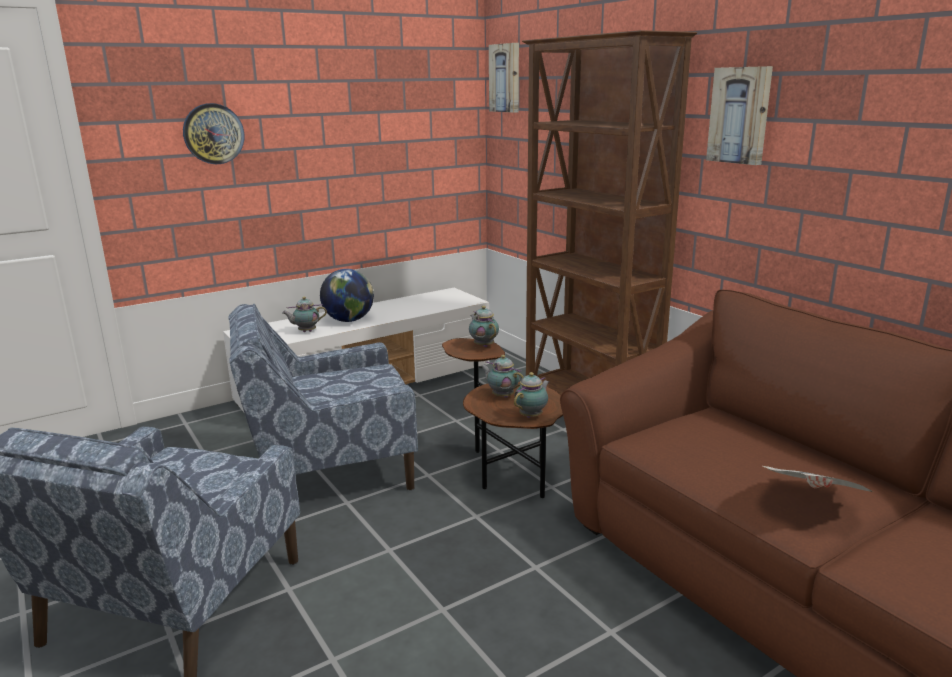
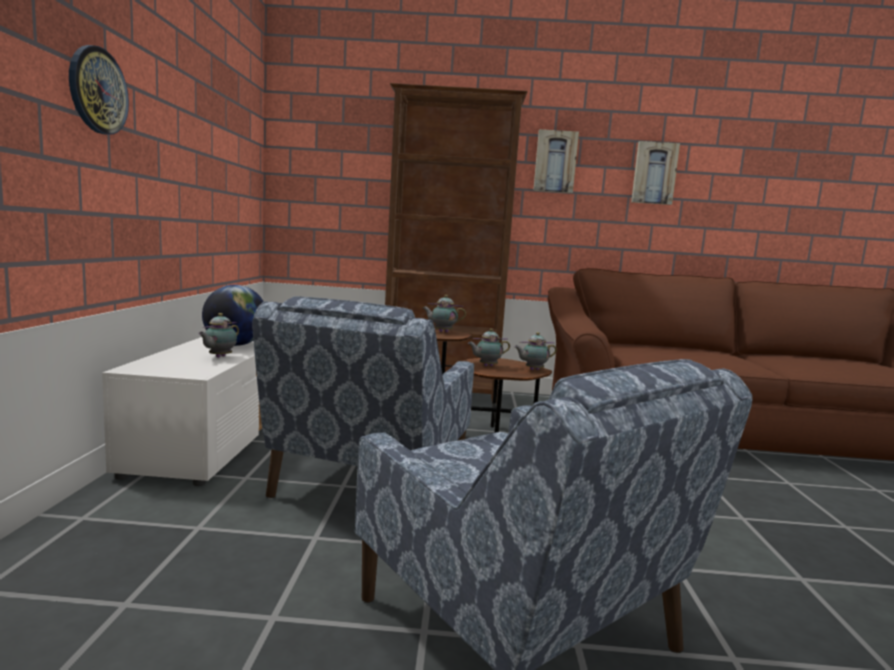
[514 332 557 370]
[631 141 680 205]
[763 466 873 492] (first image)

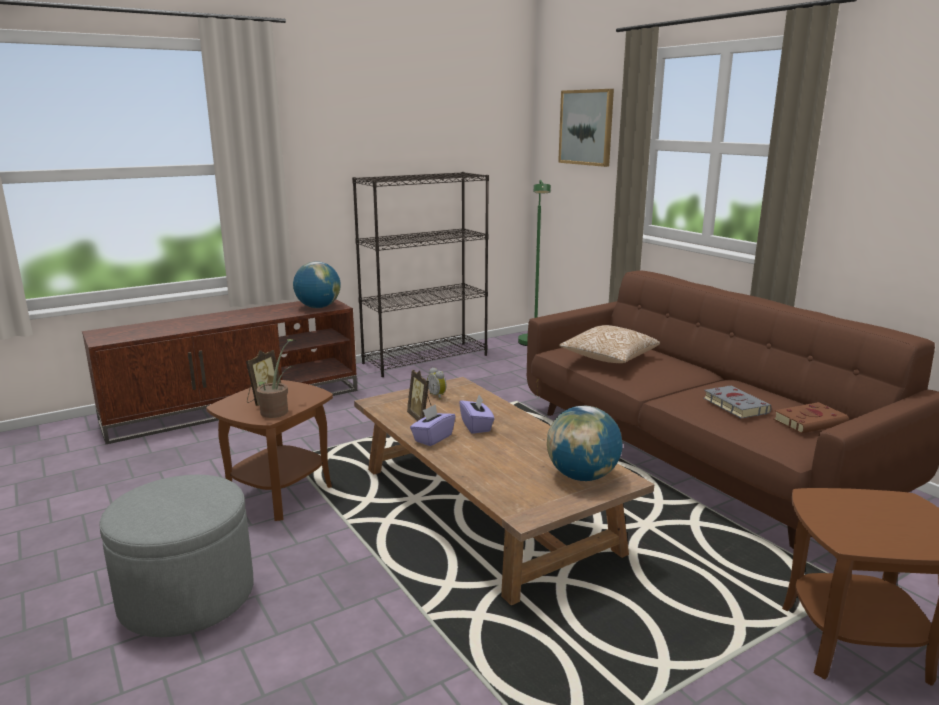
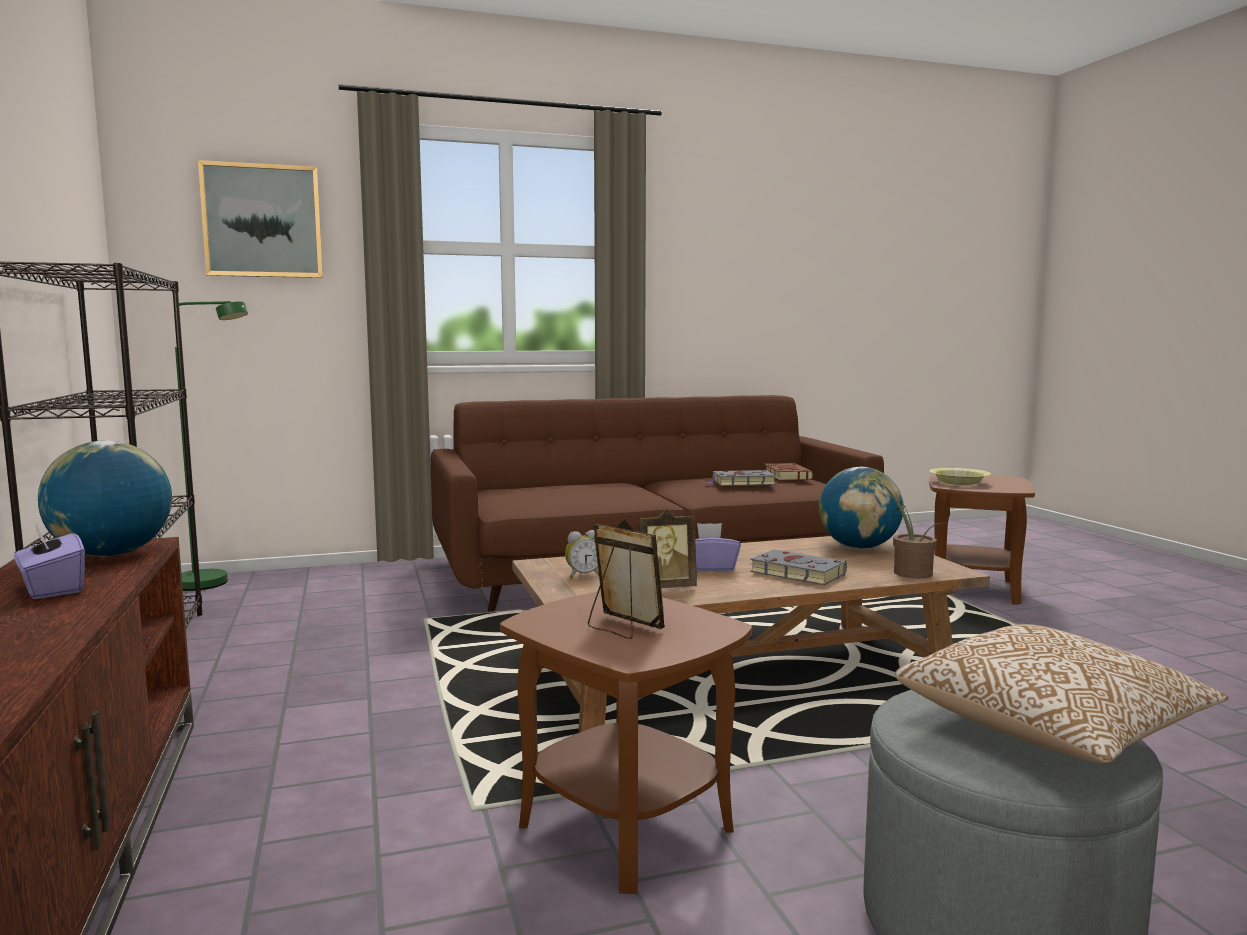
[14 523 85 599]
[749 549 847 585]
[862 478 948 579]
[895 624 1229 763]
[929 468 991 485]

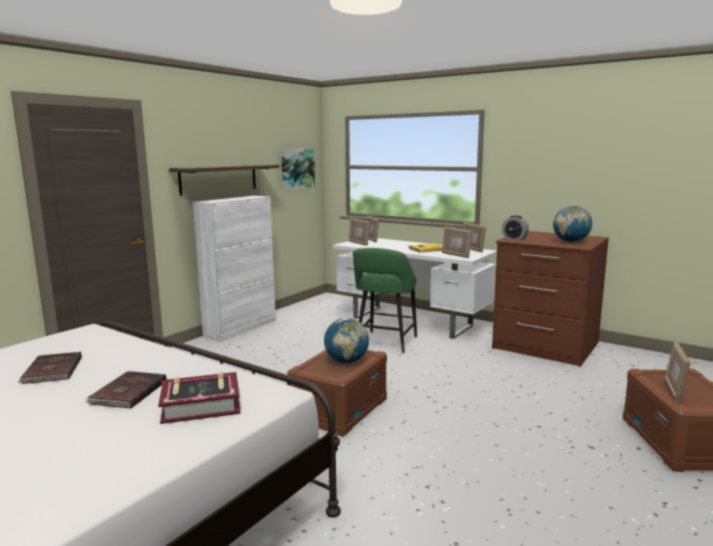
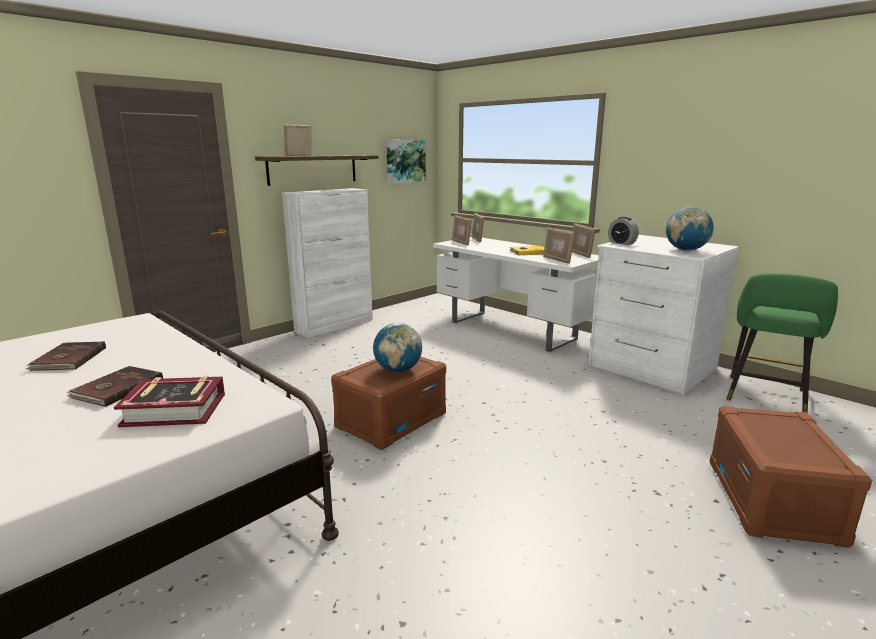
[284 124 311 156]
[588 235 739 395]
[726 273 838 413]

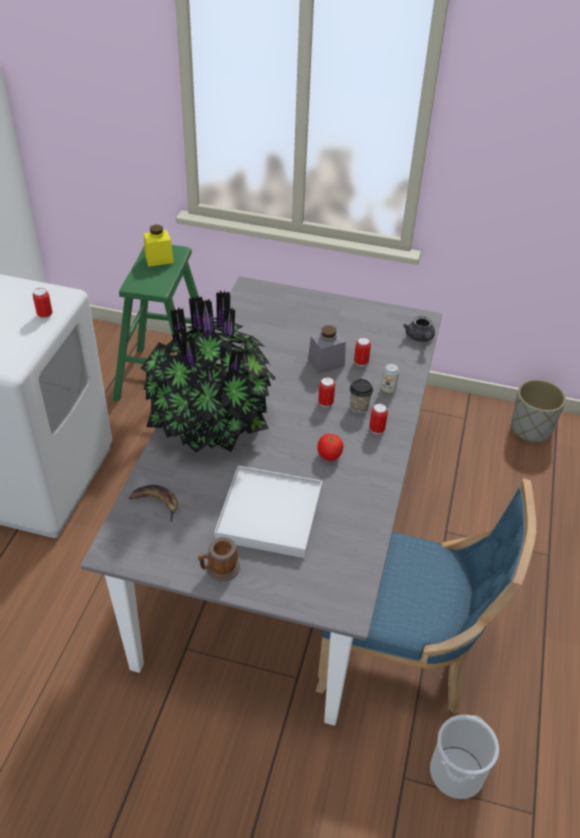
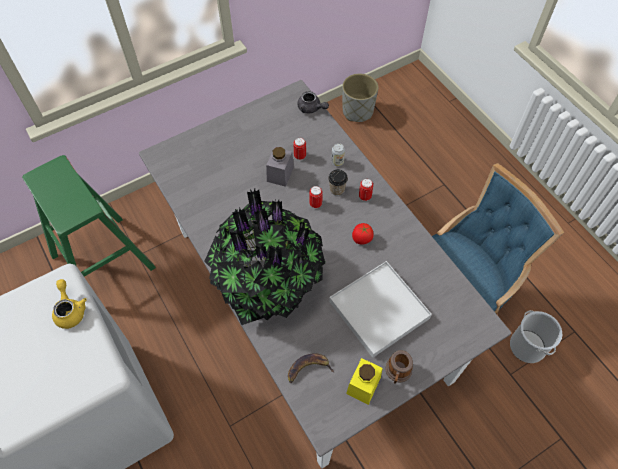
[52 279 87 329]
[346 358 383 405]

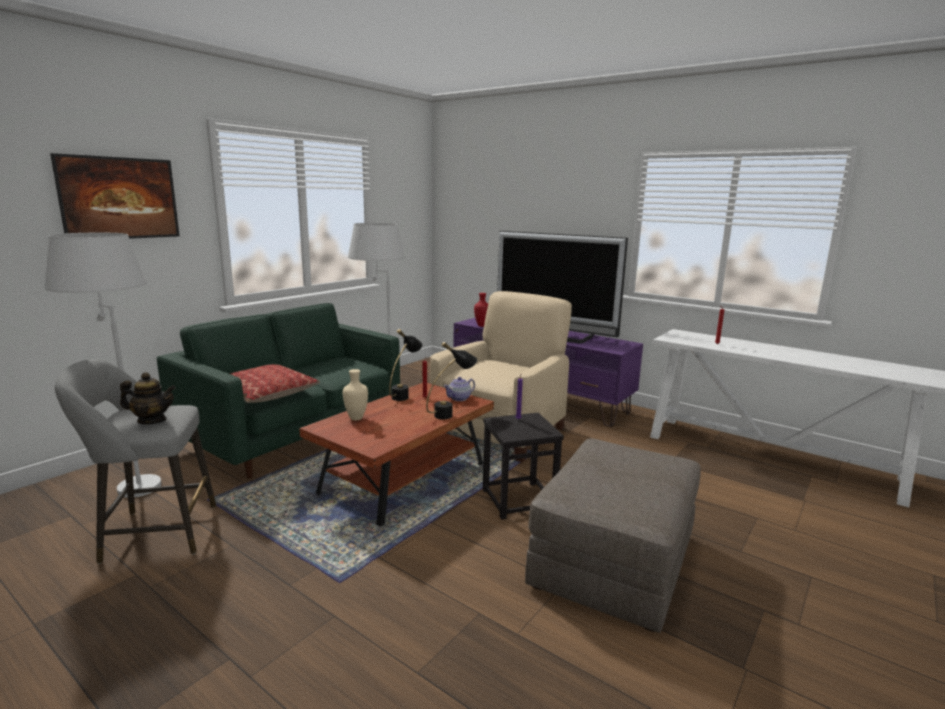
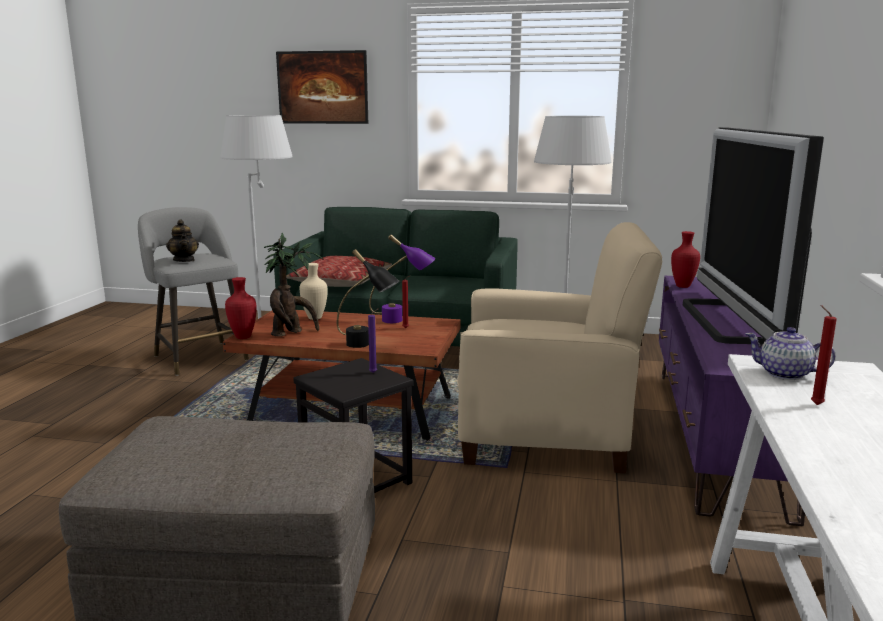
[225 277 257 339]
[264 232 324 336]
[369 234 435 323]
[745 327 835 380]

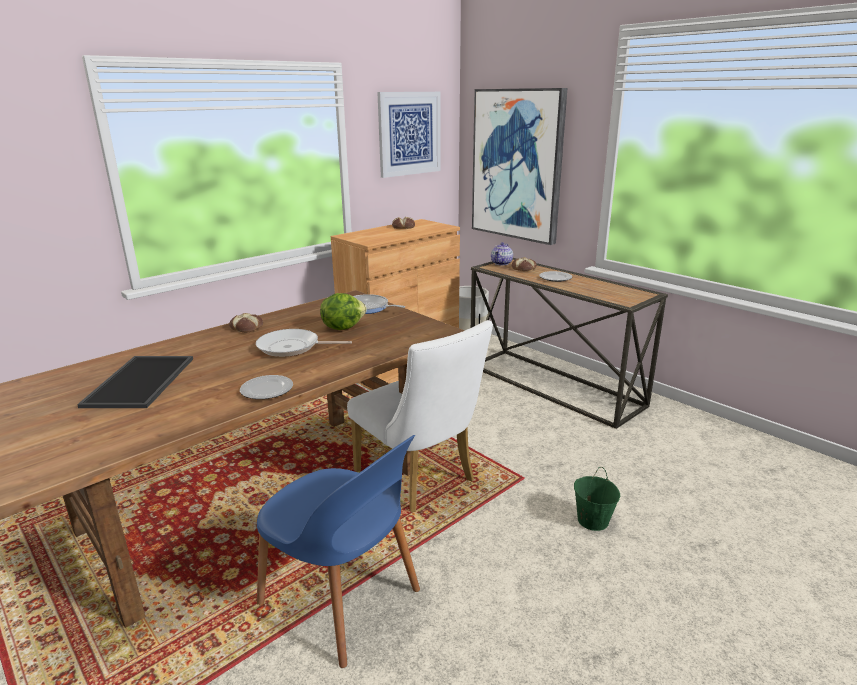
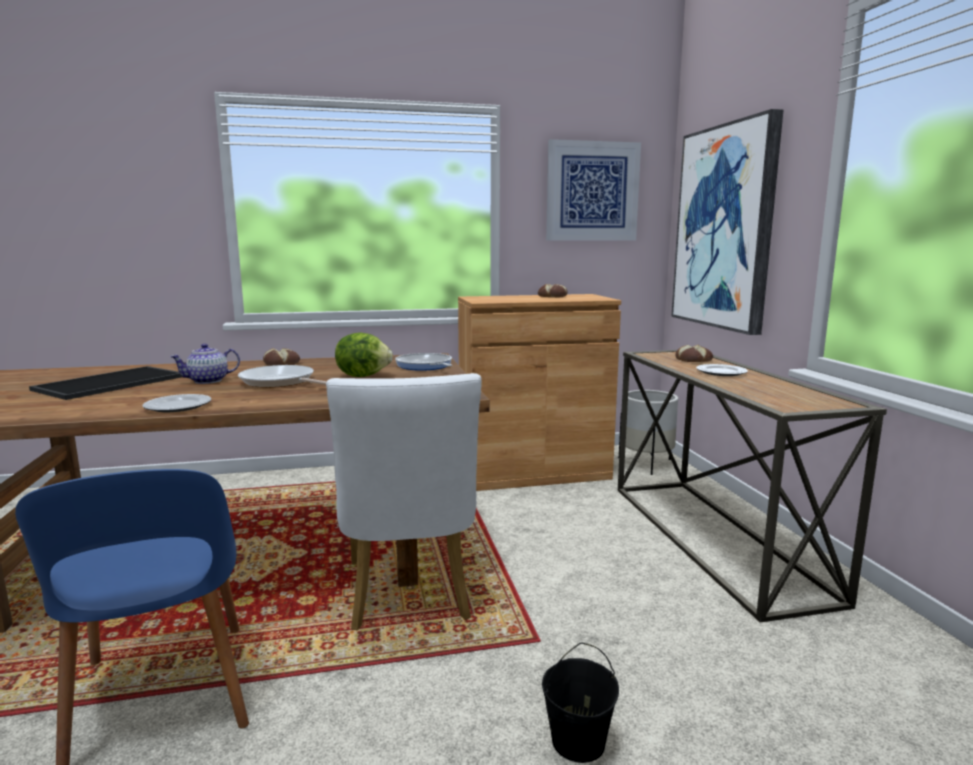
[170 344 240 384]
[542 642 619 763]

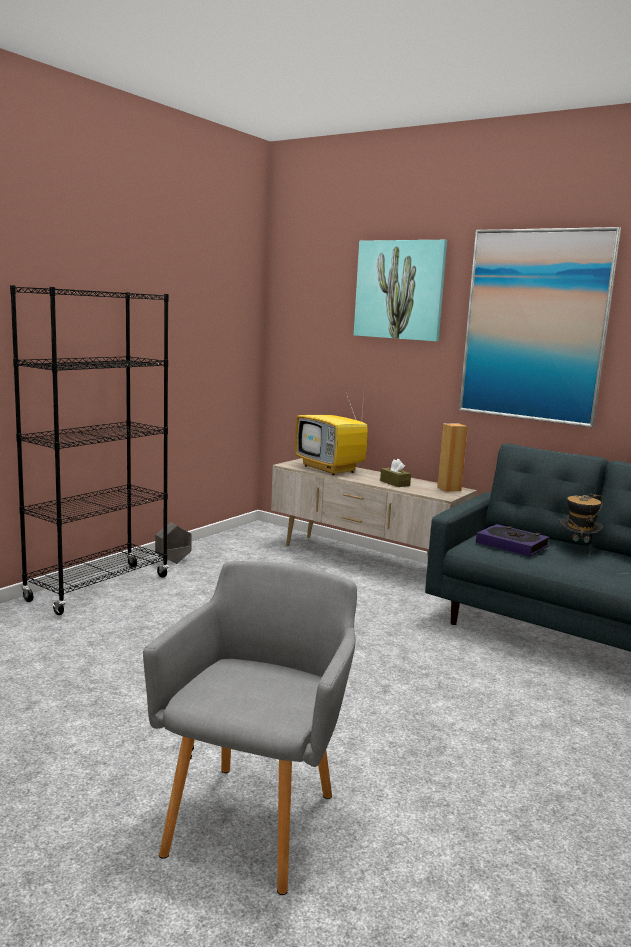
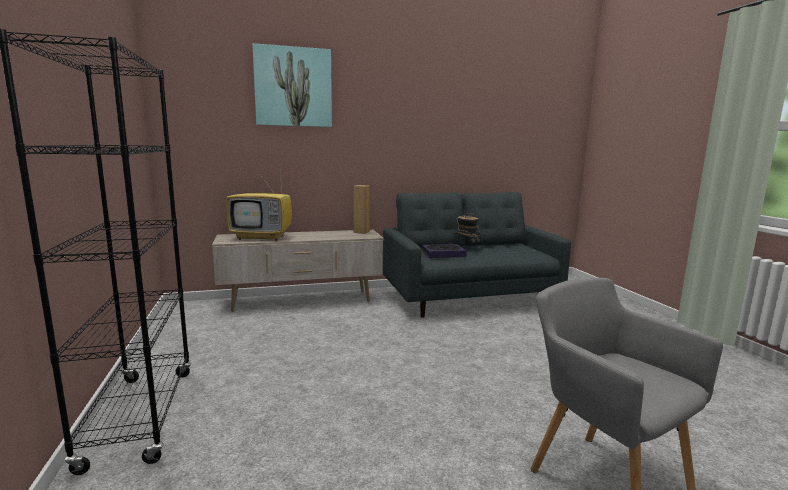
[155 522 192 564] (first image)
[380 459 411 487] (first image)
[459 227 621 427] (first image)

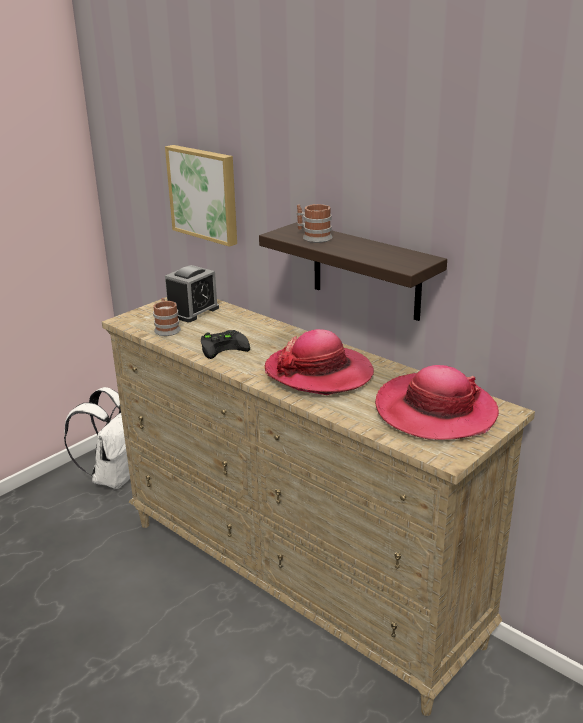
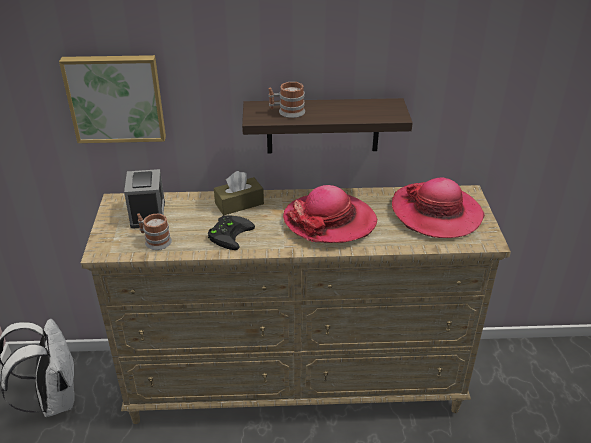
[214 171 264 215]

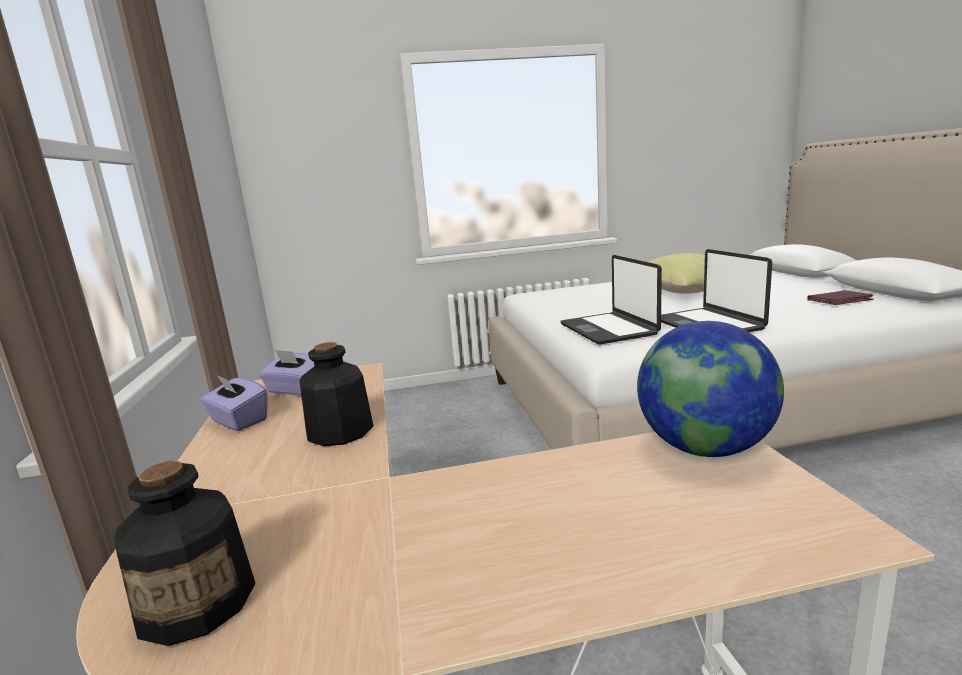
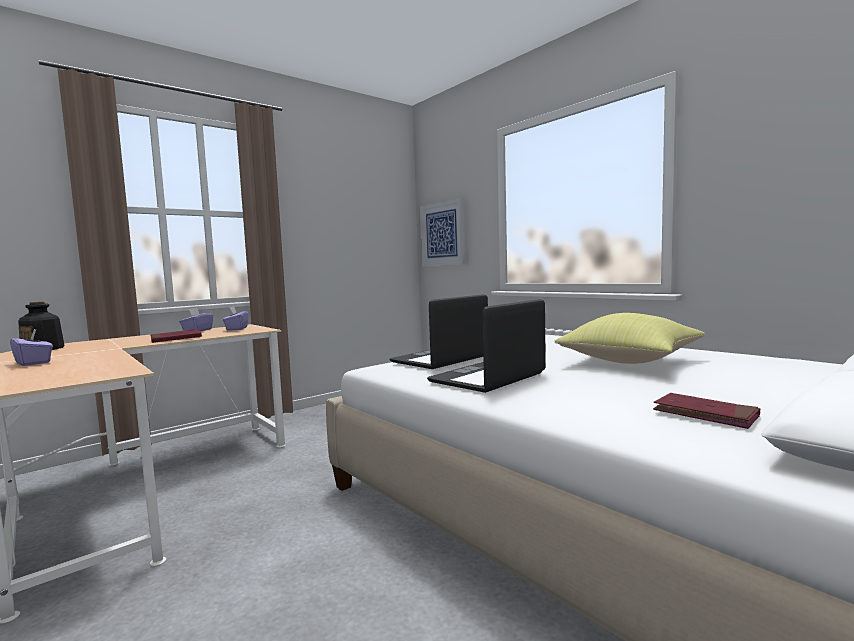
[10 329 53 366]
[151 329 202 343]
[420 198 465 266]
[637 321 784 457] (first image)

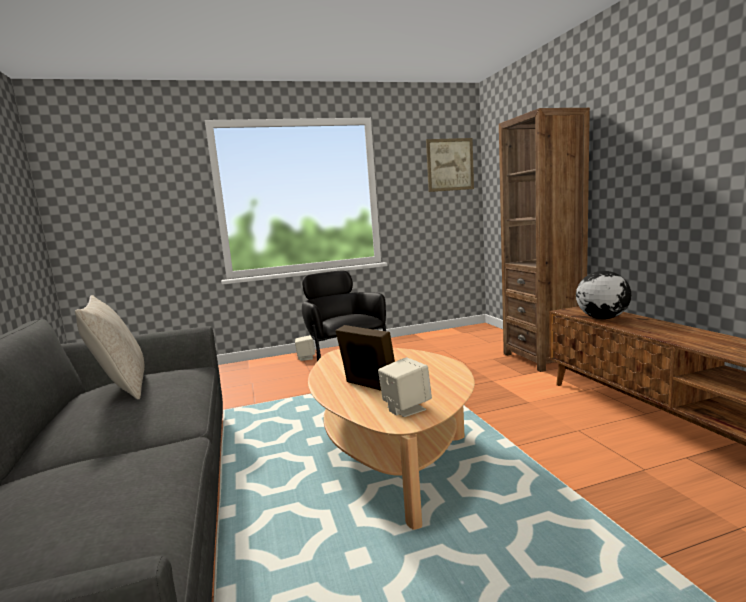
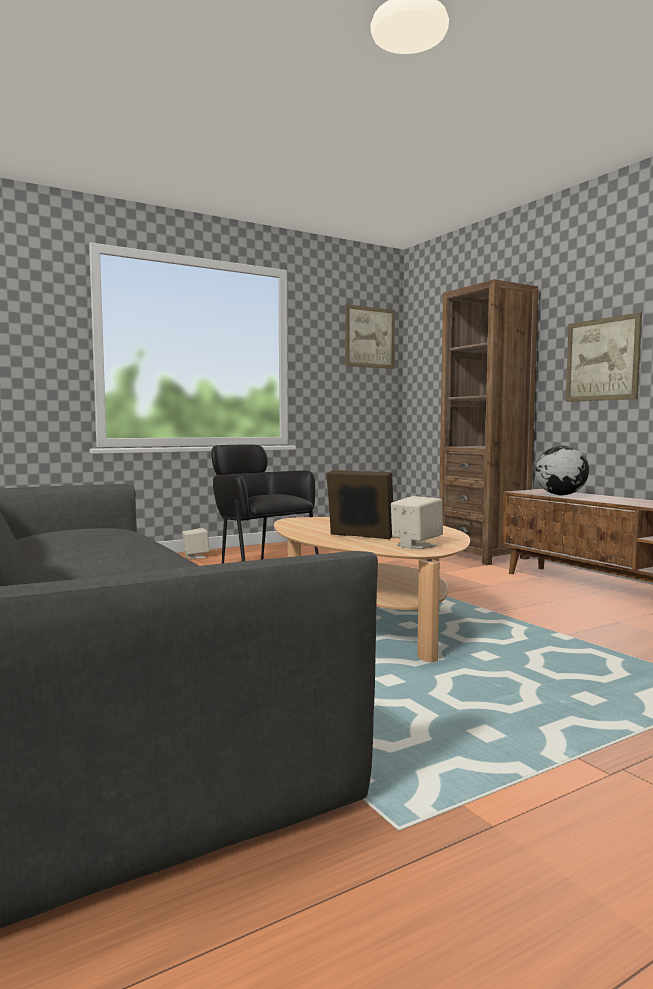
[566 312 642 402]
[75 295 144 400] (first image)

